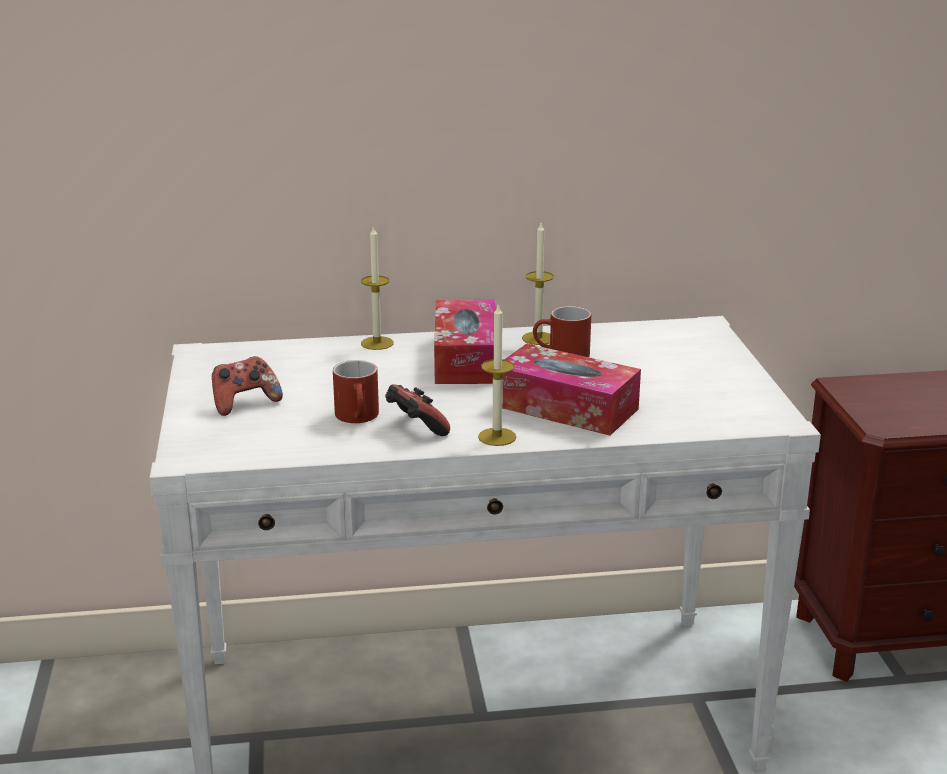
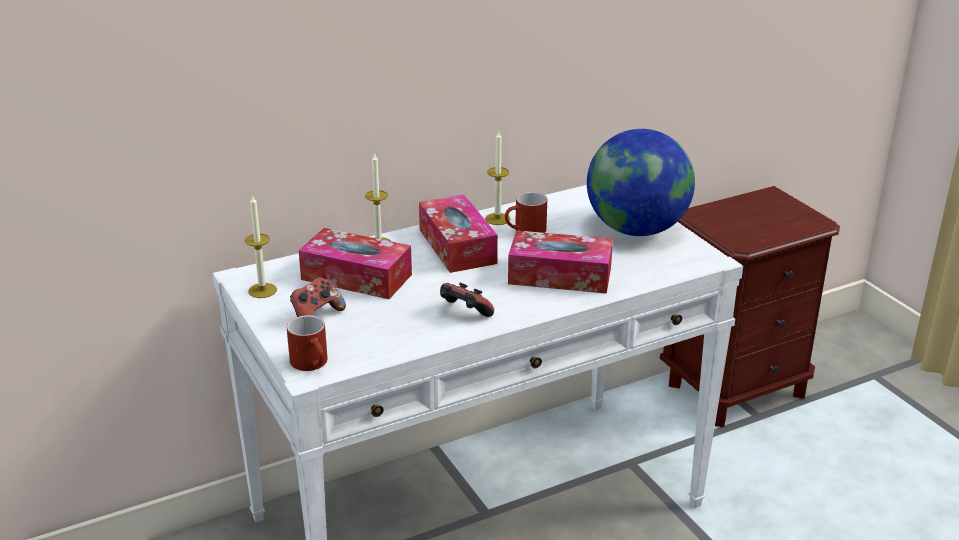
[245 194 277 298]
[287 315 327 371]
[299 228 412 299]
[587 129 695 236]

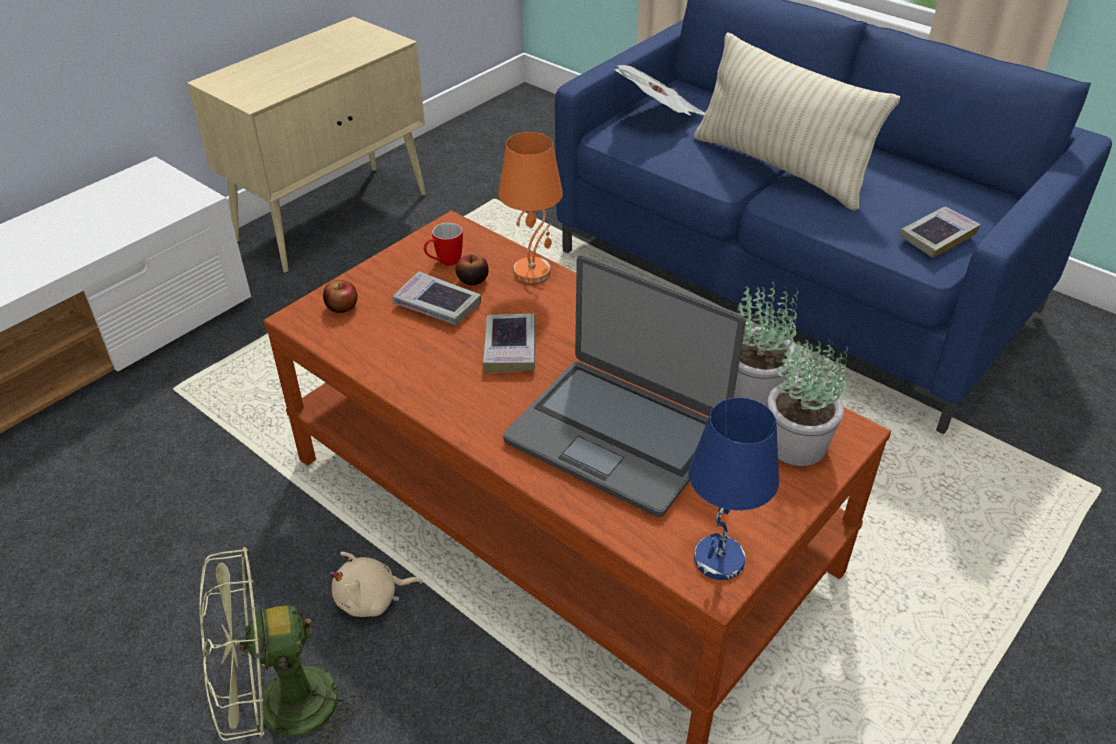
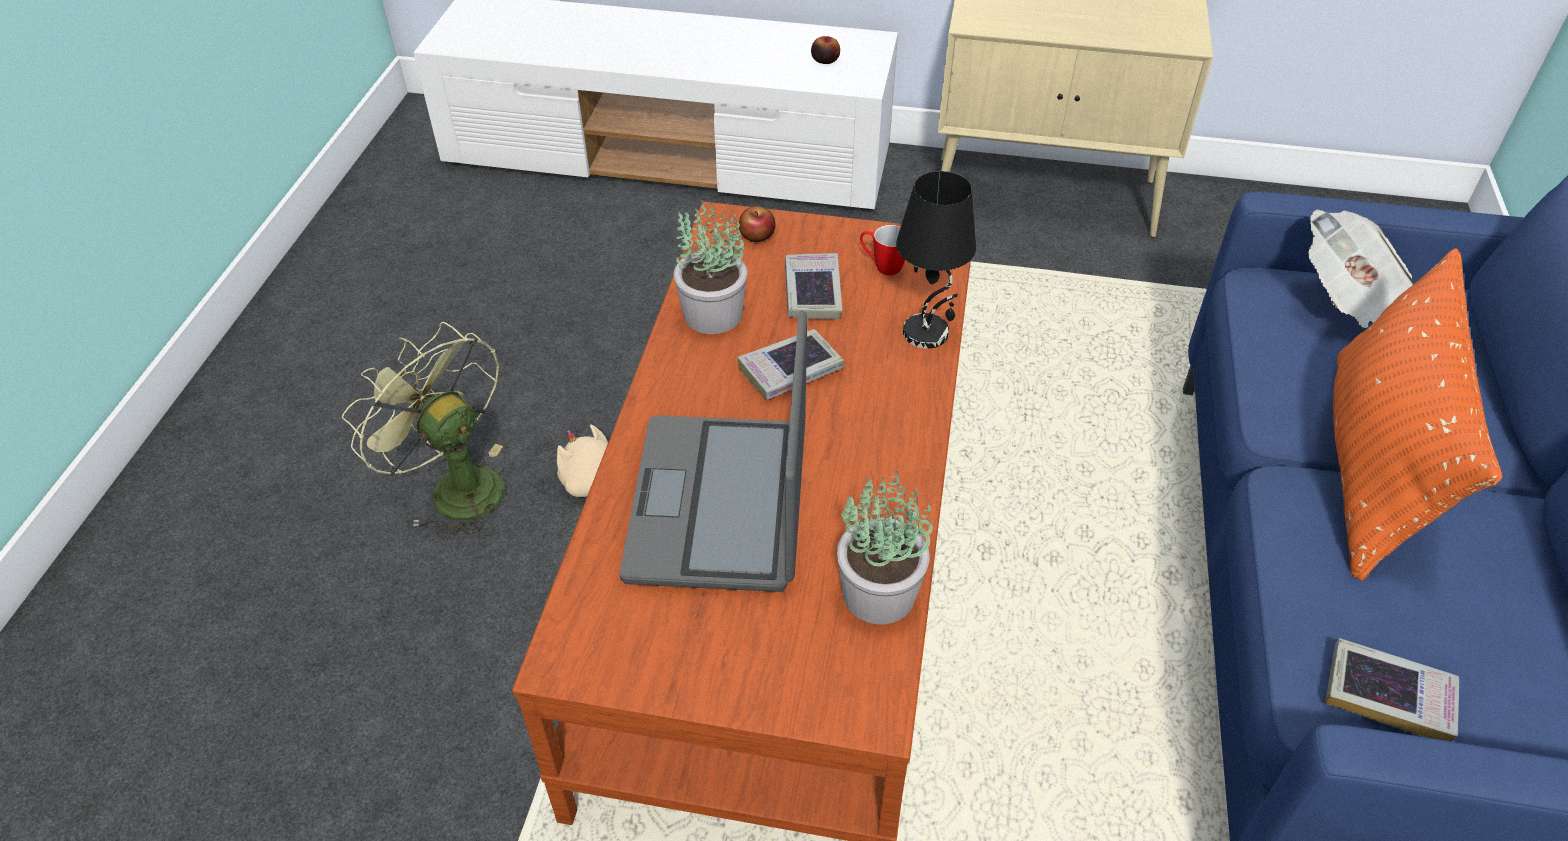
[673 200 747 334]
[811 36 840 64]
[896 171 976 349]
[1333 248 1502 580]
[688 398 779 580] (first image)

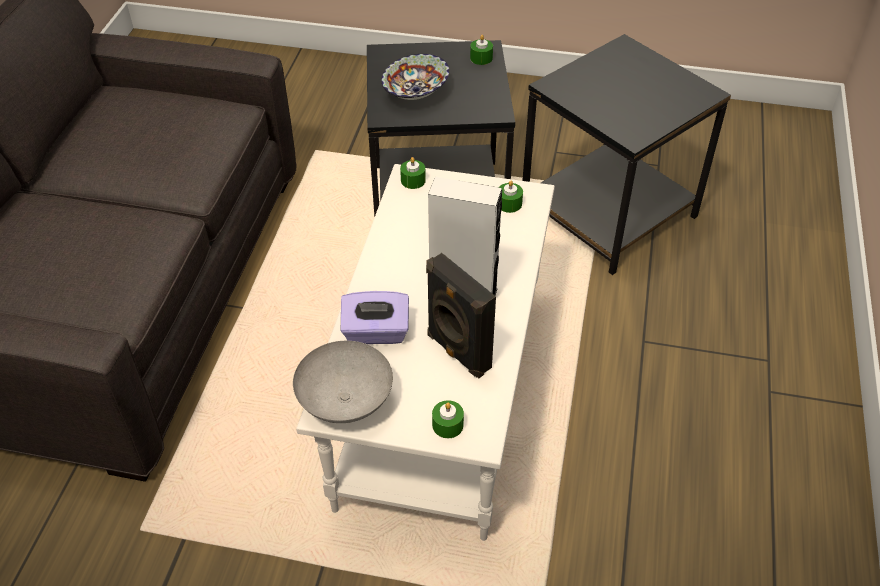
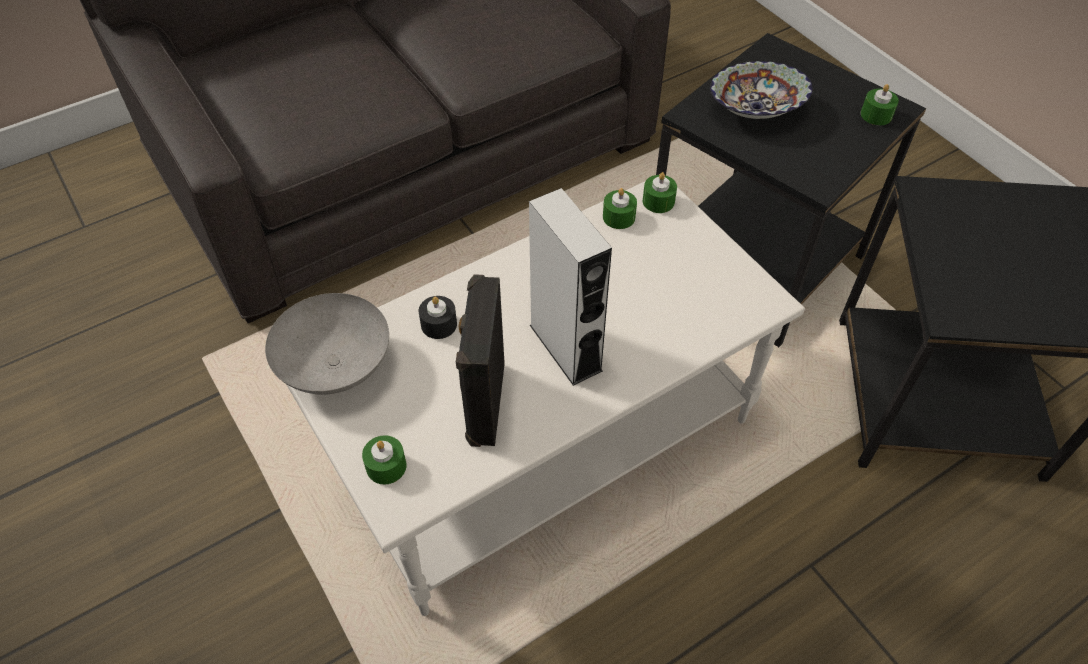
[419 296 457 339]
[603 188 637 229]

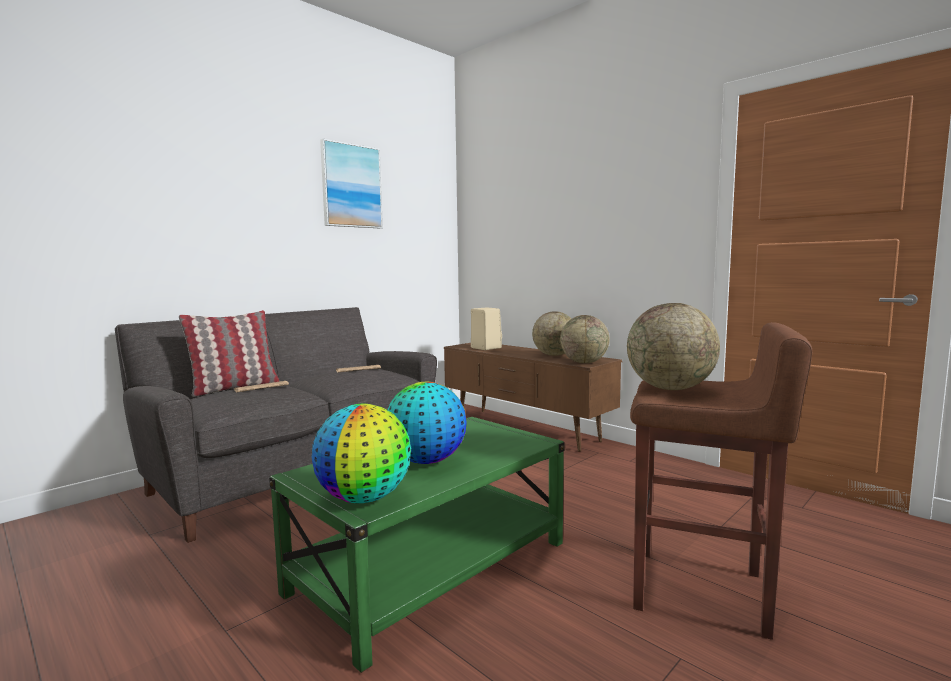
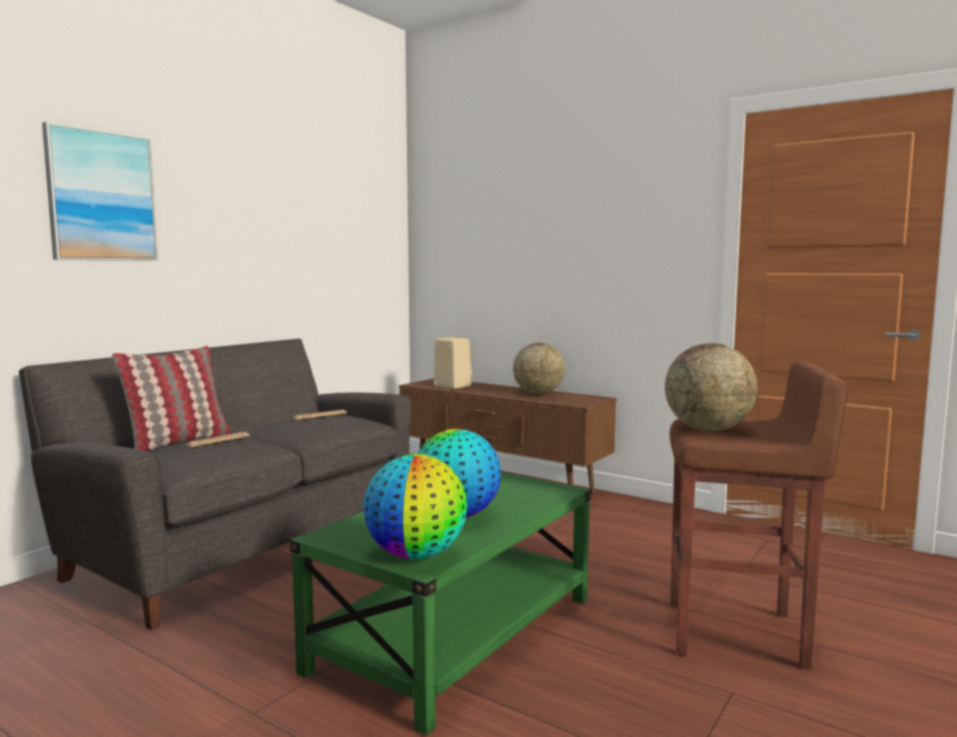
[42 122 158 261]
[560 315 610 363] (first image)

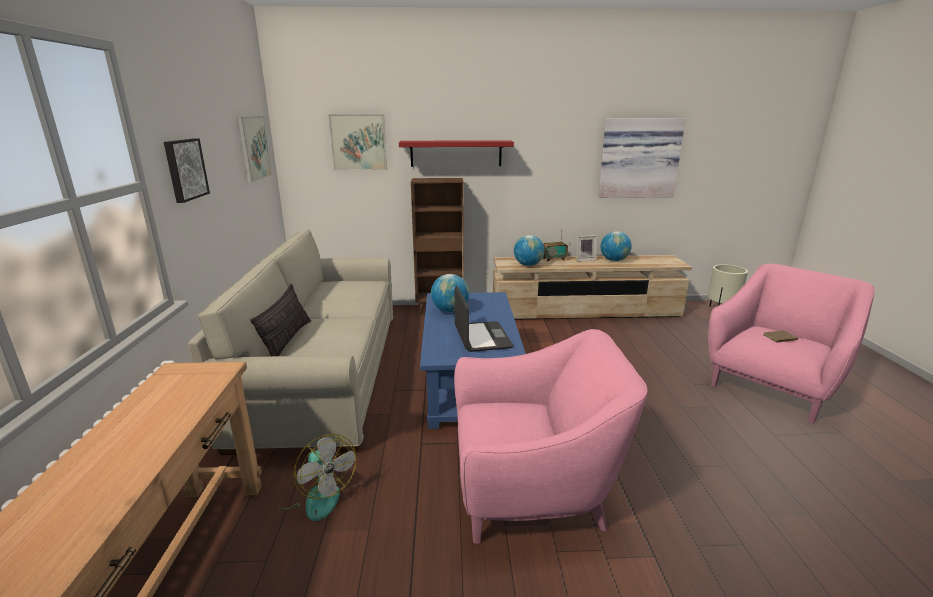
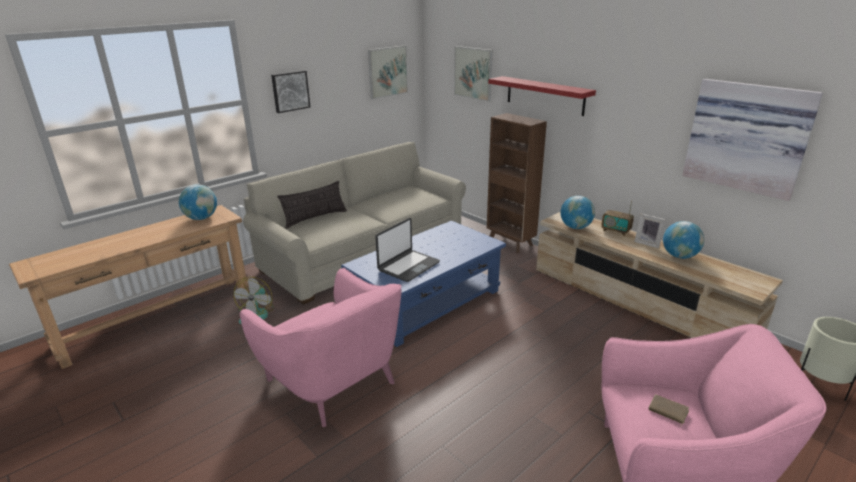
[179 184 217 220]

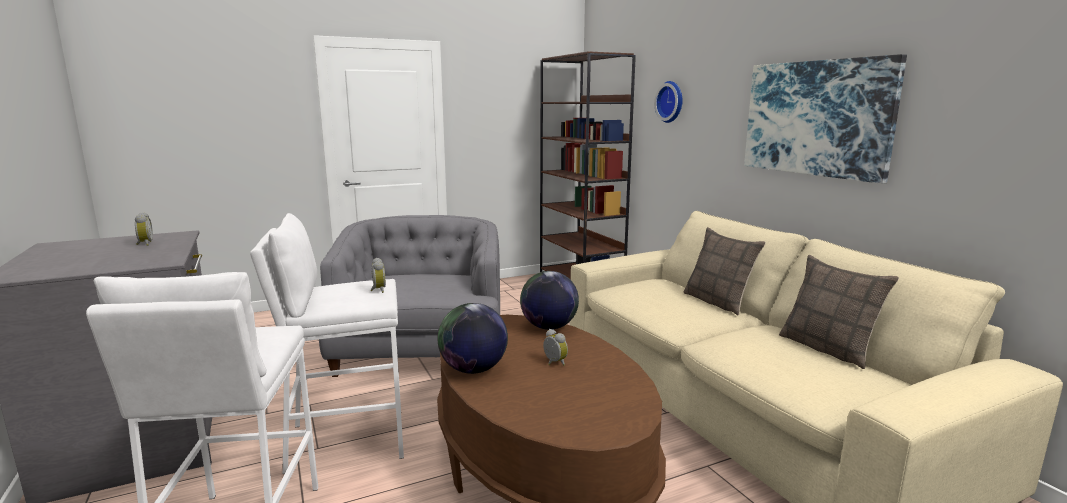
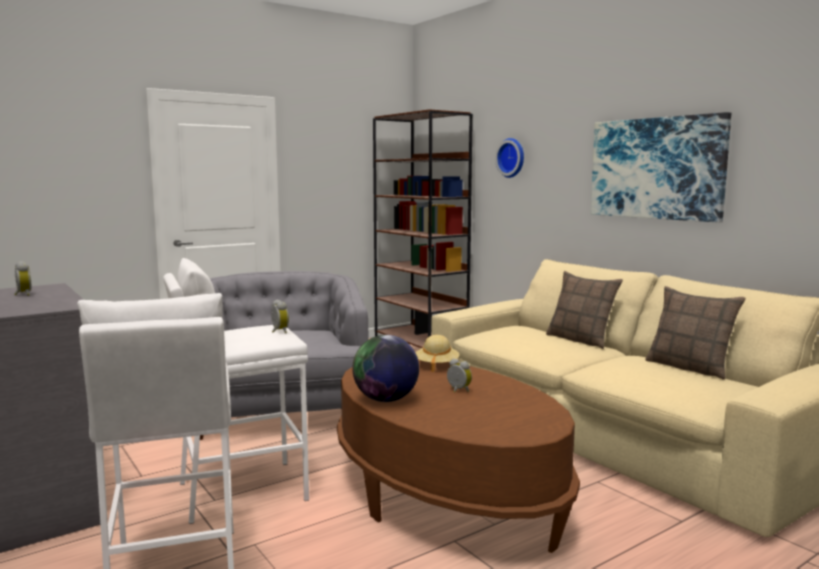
[416 335 459 372]

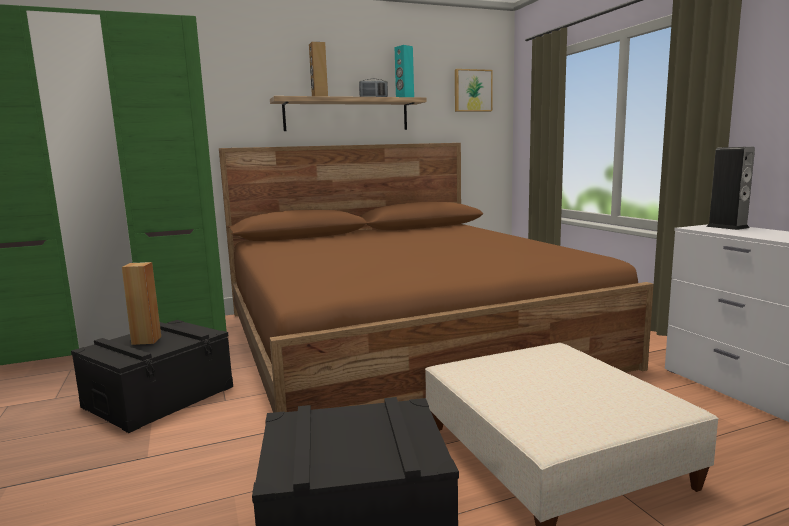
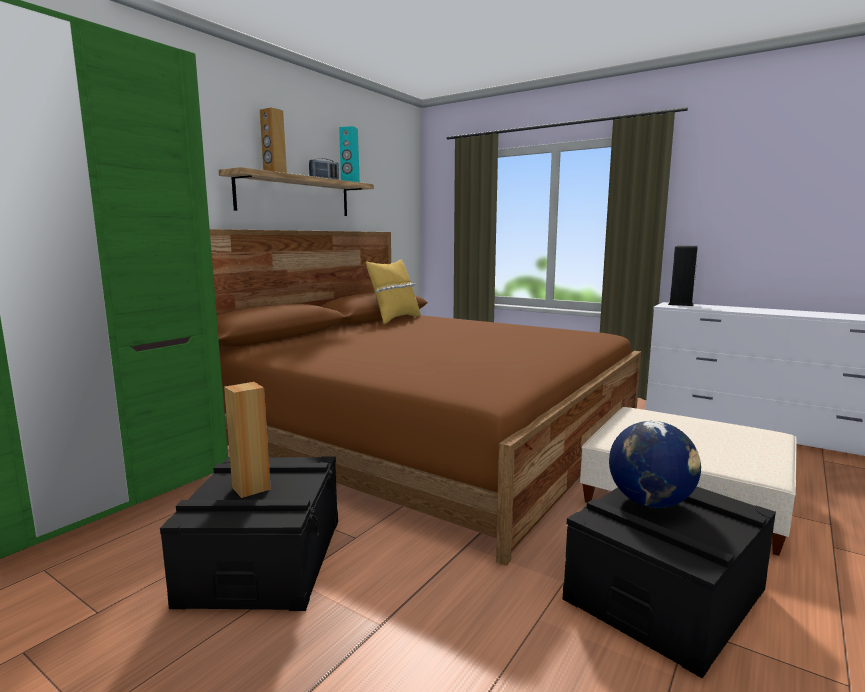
[366 260 421 324]
[609 421 701 508]
[455 69 493 112] (first image)

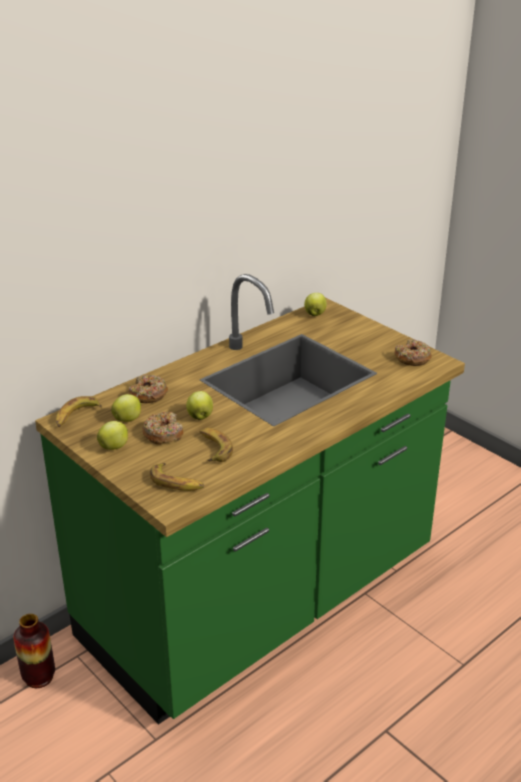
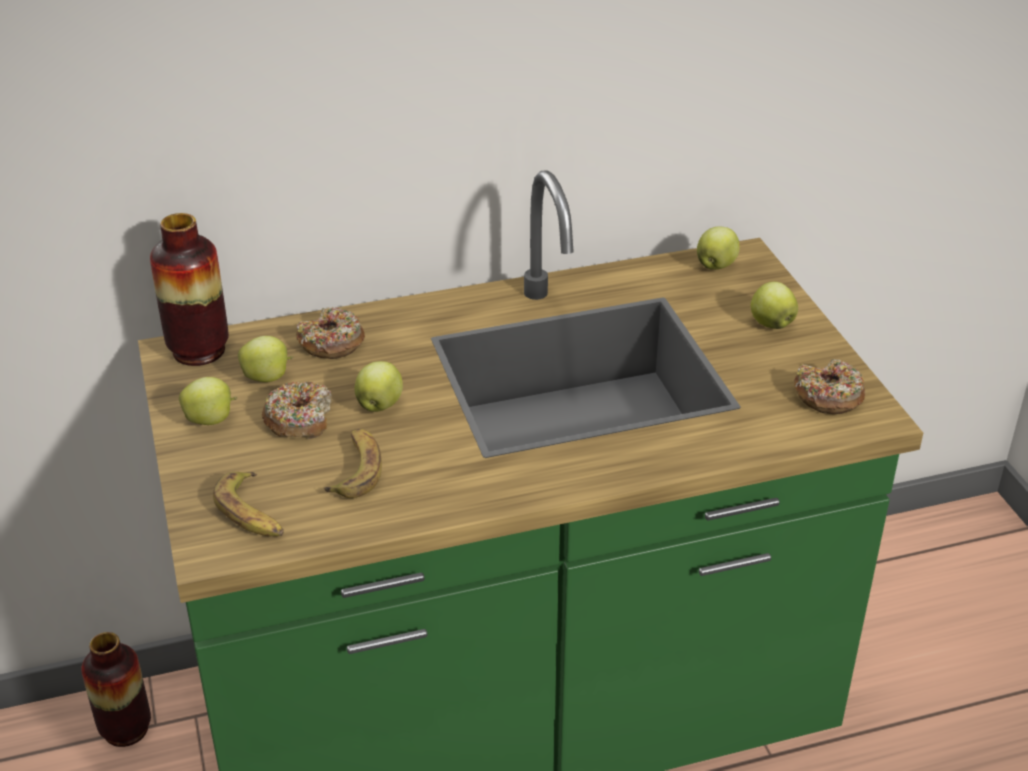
[150 213 229 366]
[751 282 798 329]

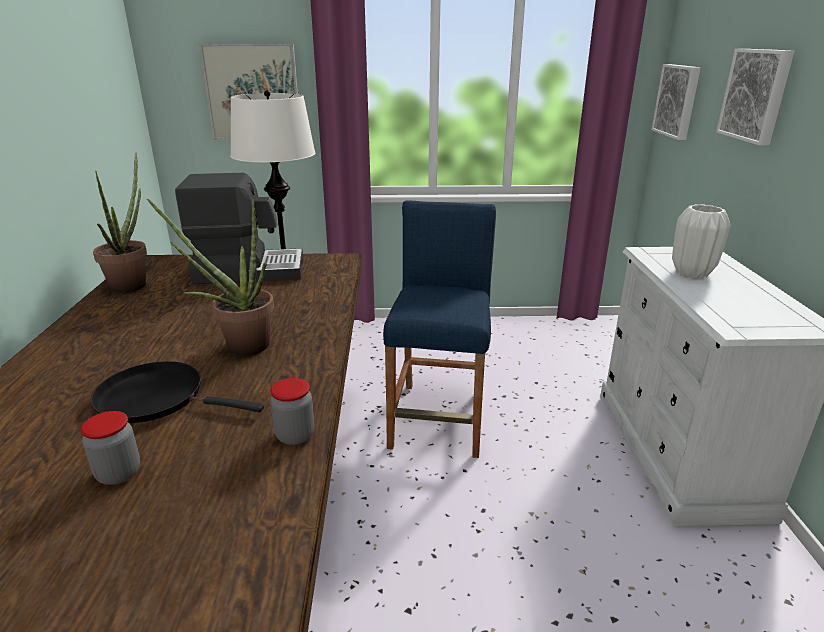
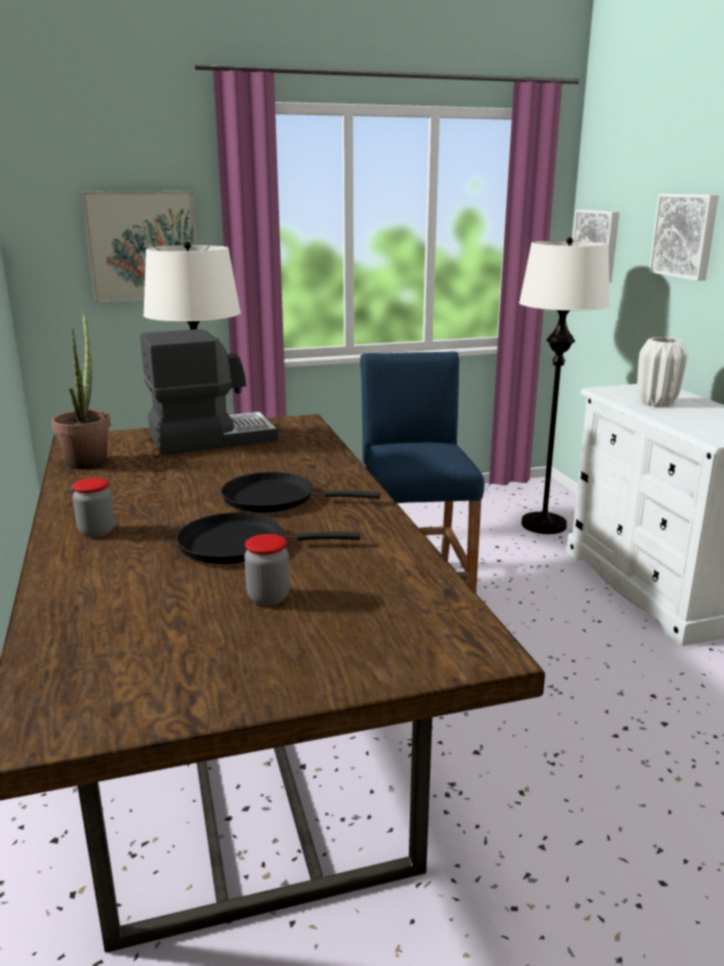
[73 478 115 537]
[221 472 381 512]
[519 237 610 534]

